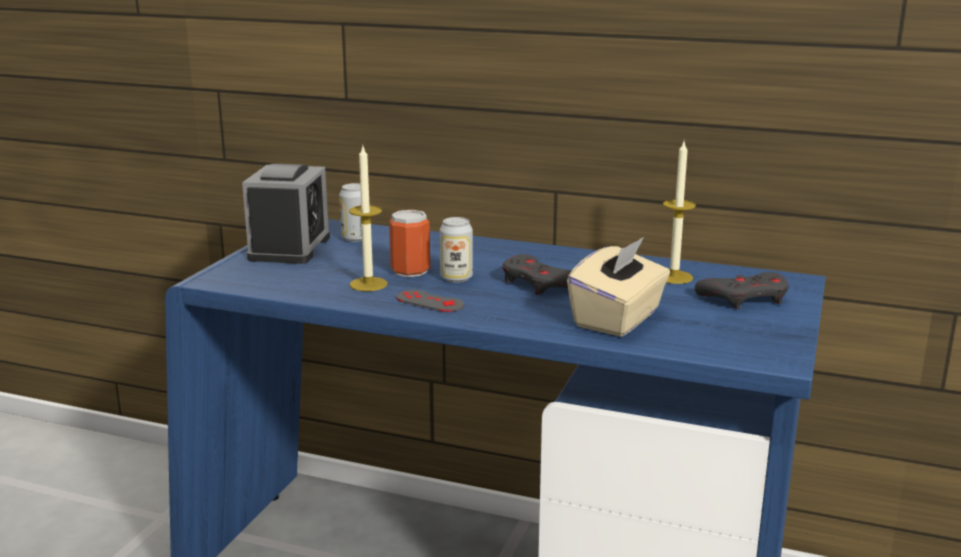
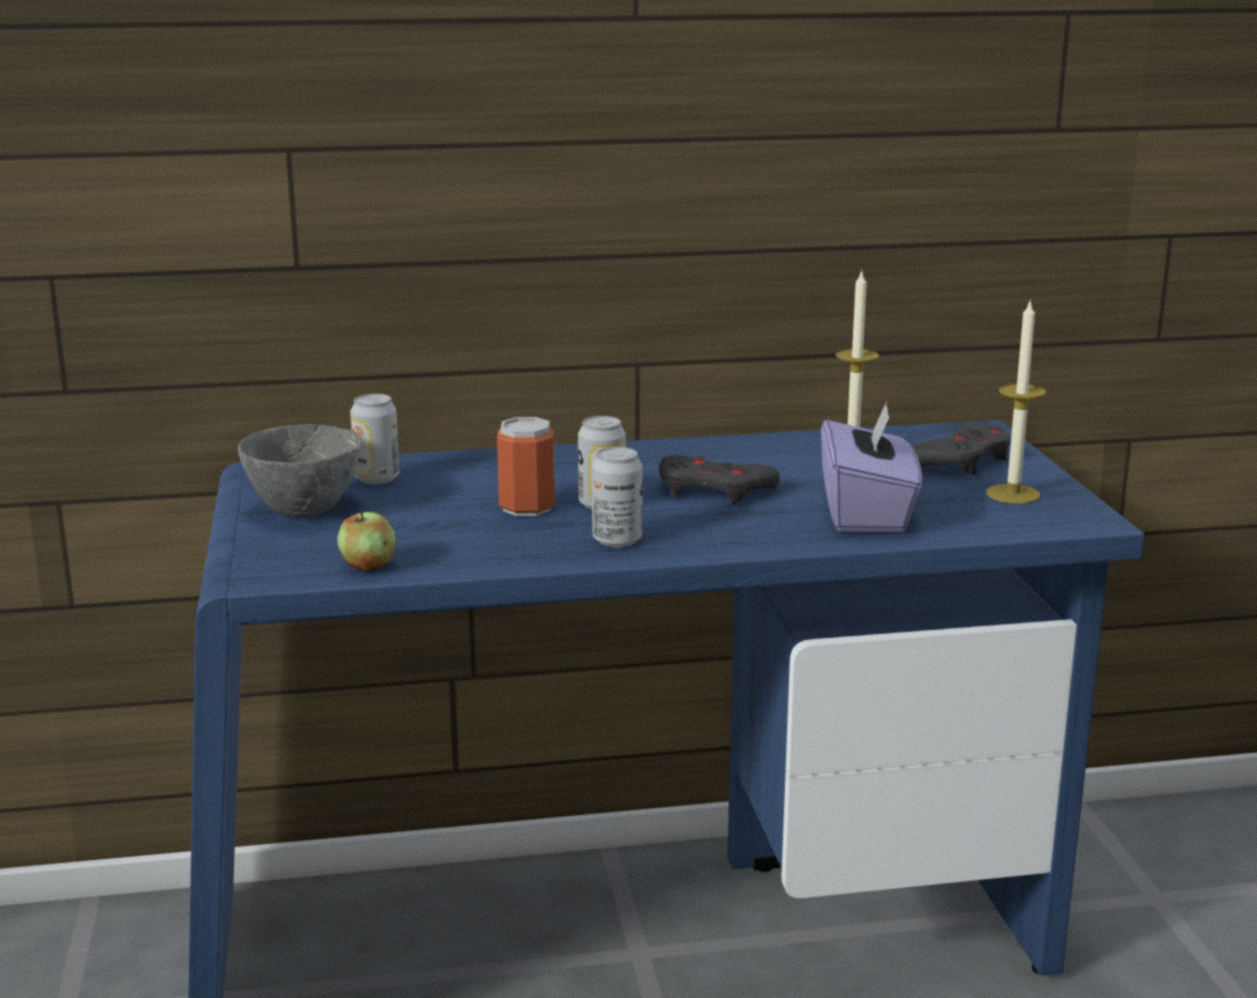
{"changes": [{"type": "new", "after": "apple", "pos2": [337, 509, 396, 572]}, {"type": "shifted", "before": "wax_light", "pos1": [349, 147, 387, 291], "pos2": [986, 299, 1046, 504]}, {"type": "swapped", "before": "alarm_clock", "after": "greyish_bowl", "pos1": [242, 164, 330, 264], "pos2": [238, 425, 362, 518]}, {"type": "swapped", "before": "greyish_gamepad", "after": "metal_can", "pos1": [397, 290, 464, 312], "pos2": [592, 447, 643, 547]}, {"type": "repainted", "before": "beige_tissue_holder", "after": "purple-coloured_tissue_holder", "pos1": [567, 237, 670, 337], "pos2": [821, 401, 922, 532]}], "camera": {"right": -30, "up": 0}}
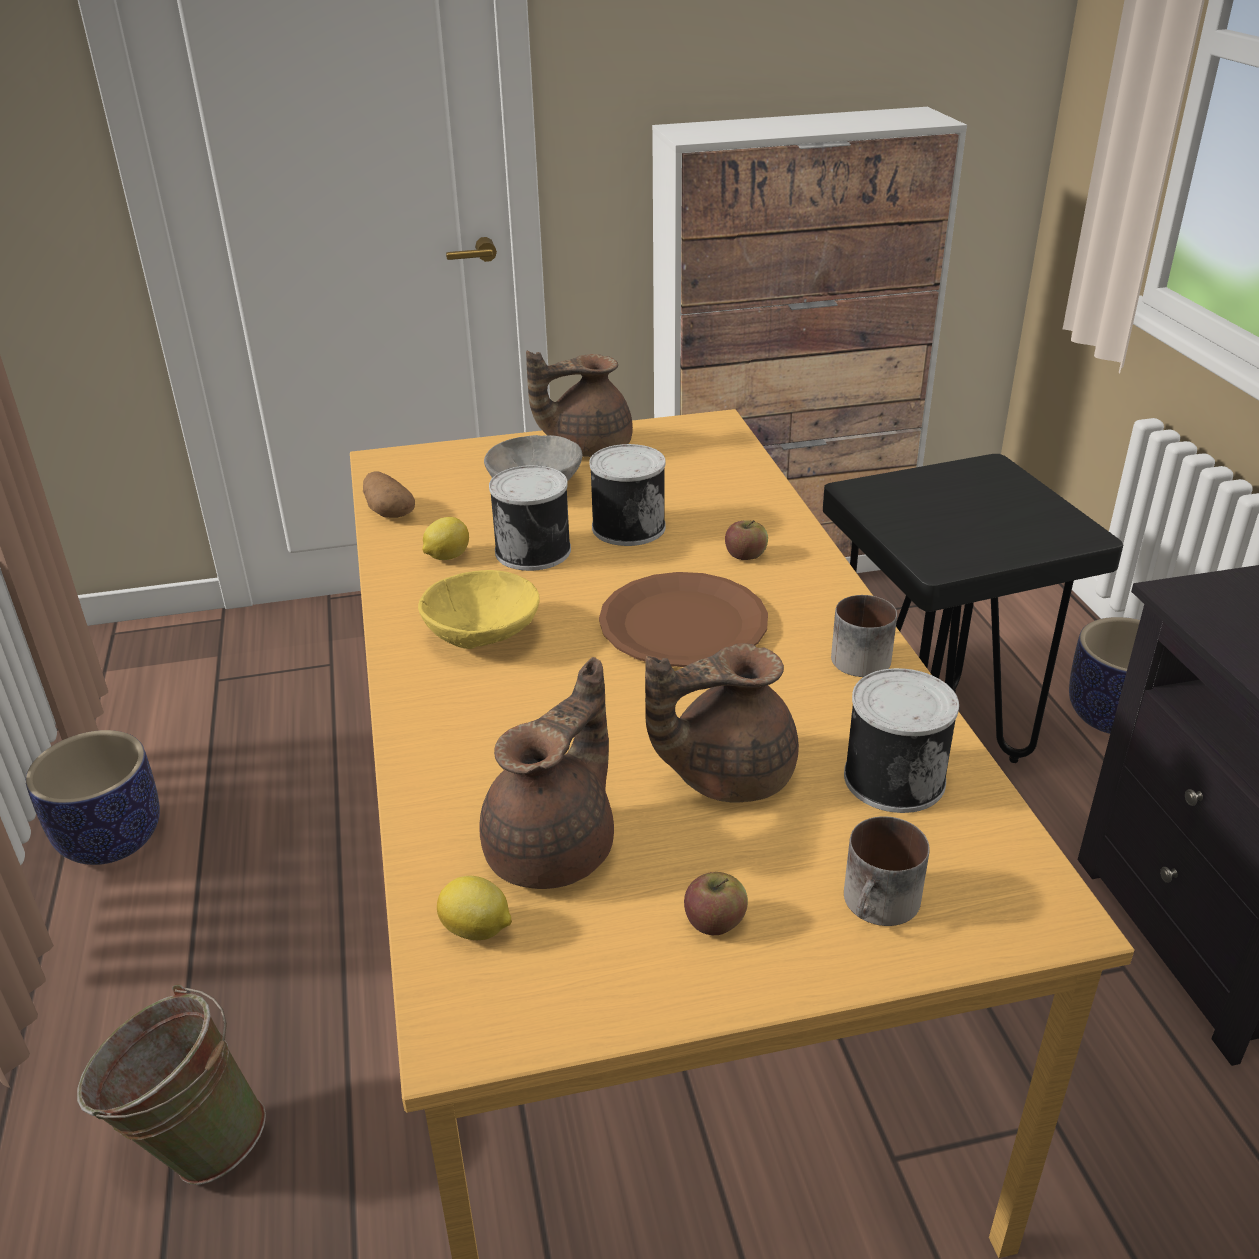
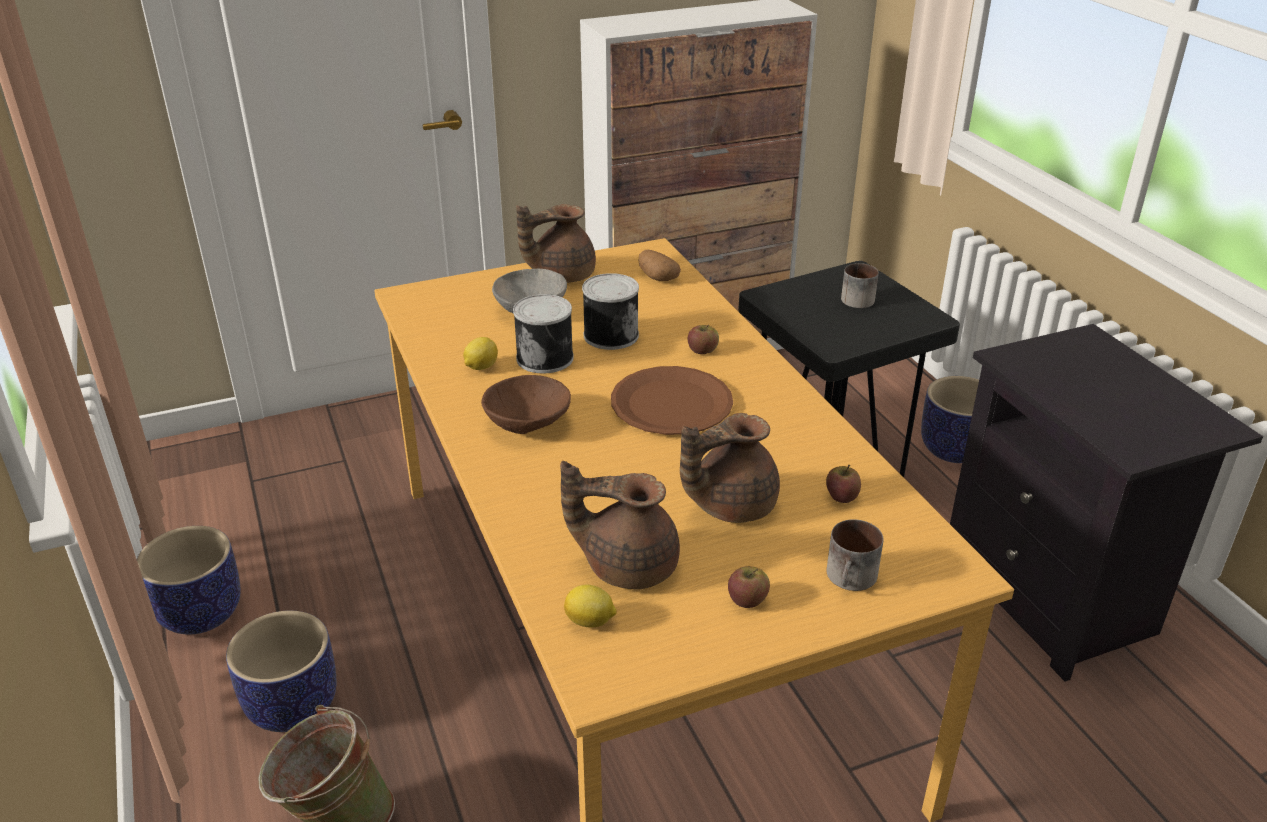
{"changes": [{"type": "new", "after": "flower_pot", "pos2": [226, 611, 337, 732]}, {"type": "shifted", "before": "potato", "pos1": [363, 472, 415, 518], "pos2": [639, 250, 681, 281]}, {"type": "shifted", "before": "tea_mug", "pos1": [831, 595, 897, 677], "pos2": [841, 263, 879, 308]}, {"type": "swapped", "before": "metal_can", "after": "apple", "pos1": [844, 668, 959, 813], "pos2": [826, 465, 861, 503]}, {"type": "repainted", "before": "yellowish_bowl", "after": "brownish_bowl", "pos1": [418, 570, 540, 649], "pos2": [481, 375, 571, 434]}, {"type": "rotated", "before": "brownish_teapot", "pos1": [479, 657, 614, 889], "pos2": [560, 461, 680, 589], "turn": -105}], "camera": {"right": -10, "up": 0}}
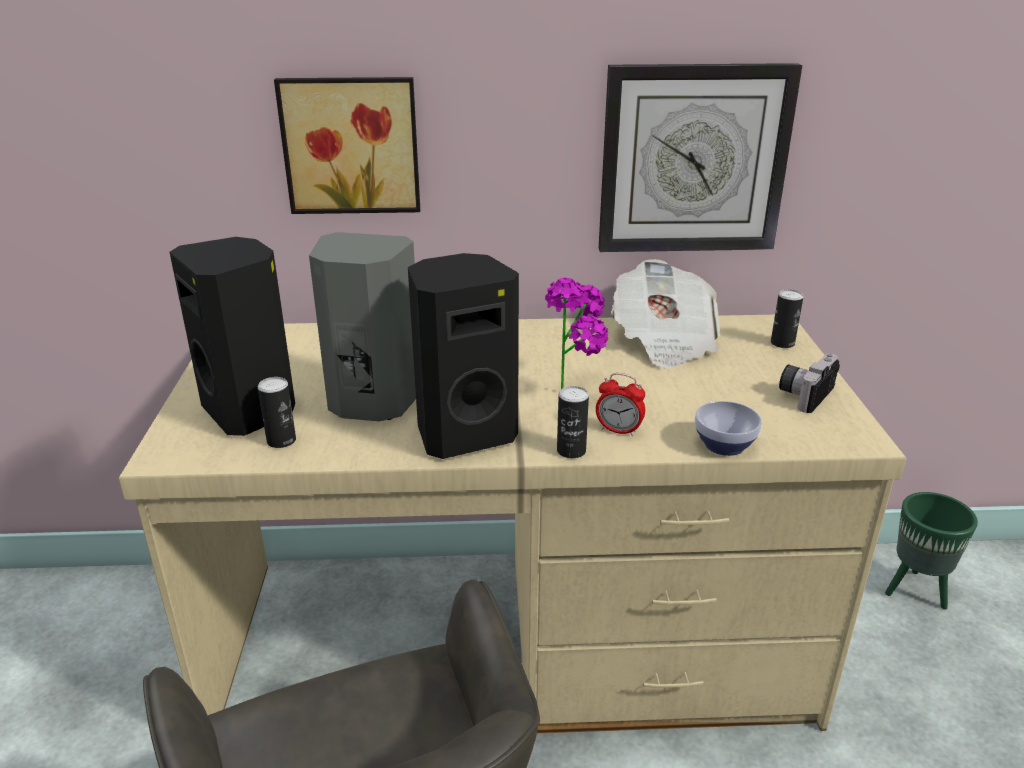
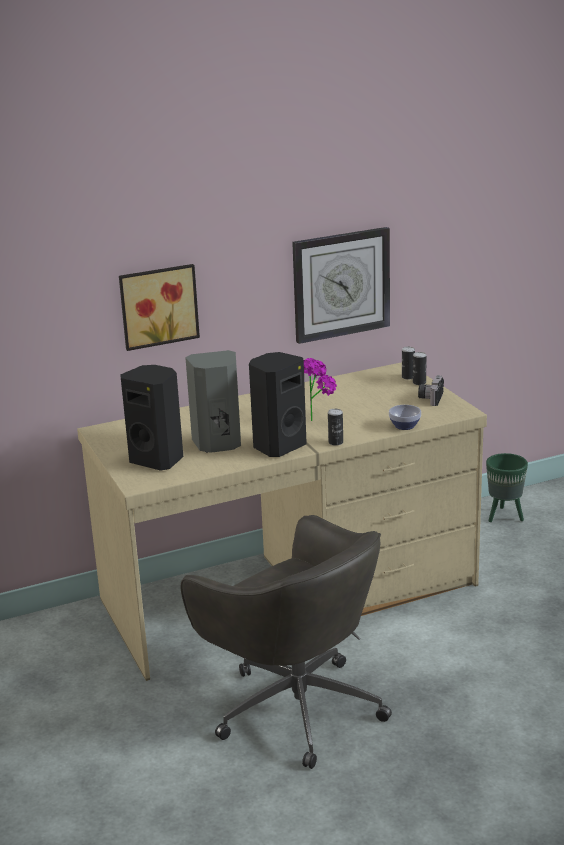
{"changes": [{"type": "gone", "before": "alarm_clock", "pos1": [596, 373, 645, 436]}, {"type": "gone", "before": "newspaper", "pos1": [611, 259, 720, 369]}, {"type": "shifted", "before": "metal_can", "pos1": [258, 377, 296, 448], "pos2": [413, 352, 426, 385]}], "camera": {"right": -20, "up": -5}}
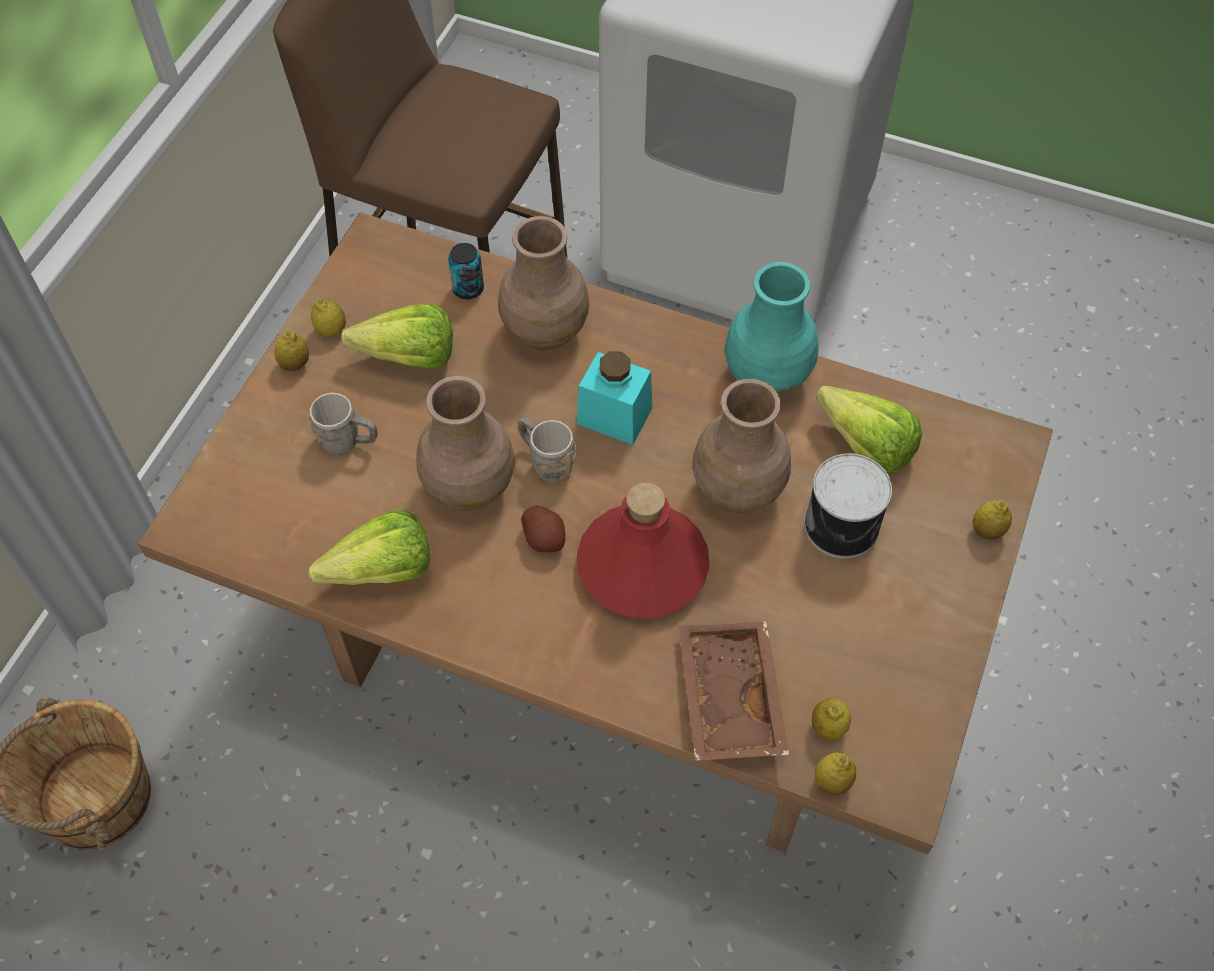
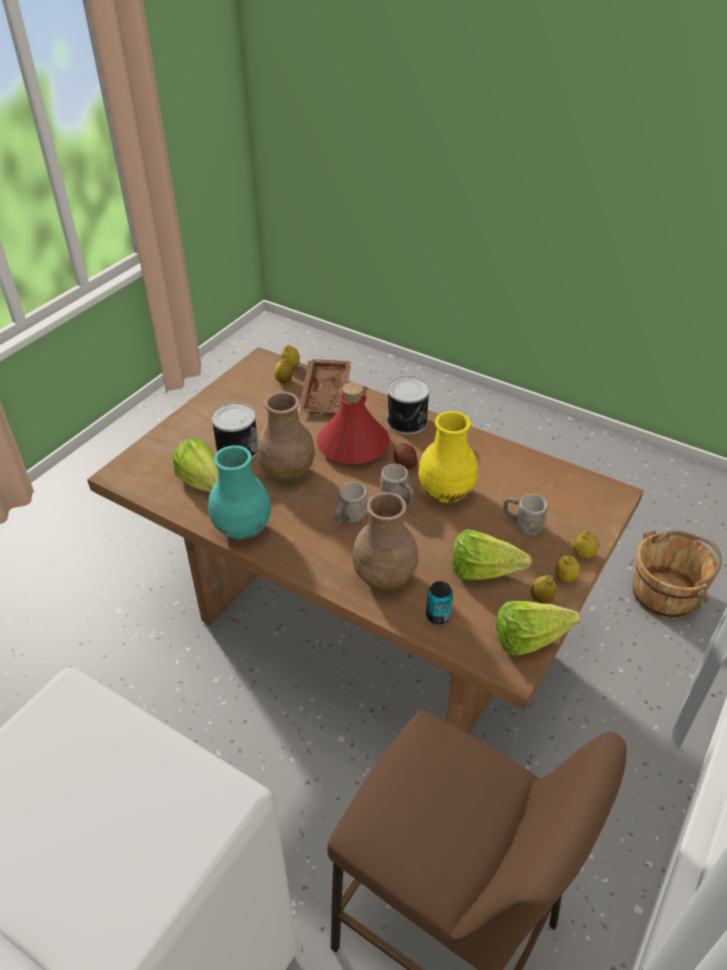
{"changes": [{"type": "new", "after": "metal_can", "pos2": [387, 376, 430, 435]}, {"type": "shifted", "before": "head_of_lettuce", "pos1": [308, 509, 430, 585], "pos2": [496, 601, 580, 655]}, {"type": "shifted", "before": "lemon", "pos1": [973, 500, 1012, 540], "pos2": [574, 531, 598, 558]}, {"type": "swapped", "before": "turquoise_storage_jar", "after": "greyish_tea_mug", "pos1": [577, 351, 652, 445], "pos2": [335, 482, 368, 524]}, {"type": "repainted", "before": "brownish_flower_vase", "after": "yellowish_flower_vase", "pos1": [416, 376, 515, 510], "pos2": [418, 411, 478, 503]}], "camera": {"right": -170, "up": -15}}
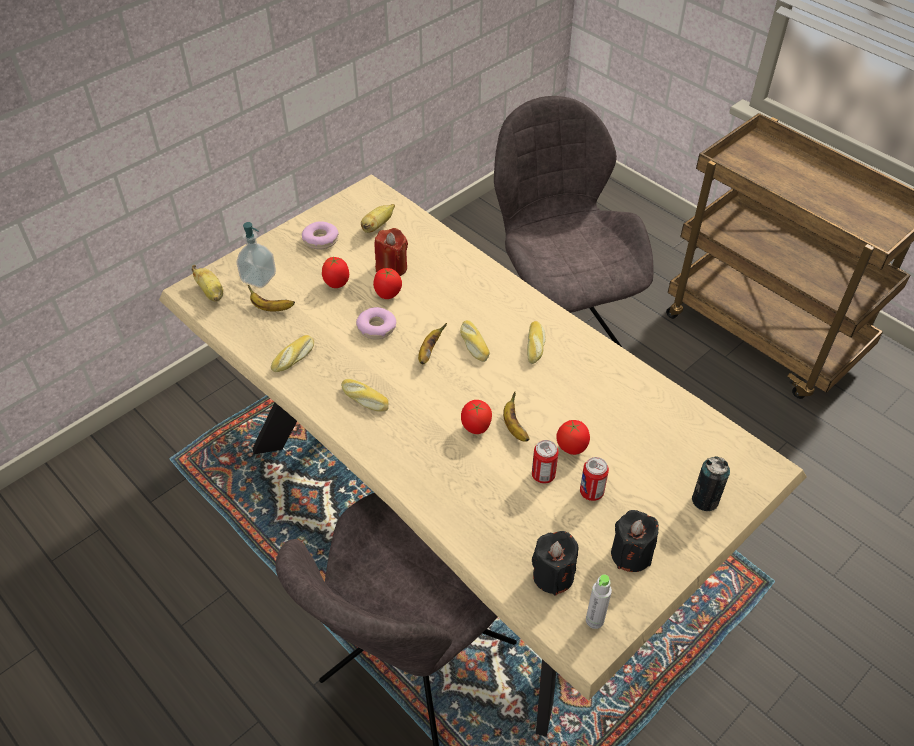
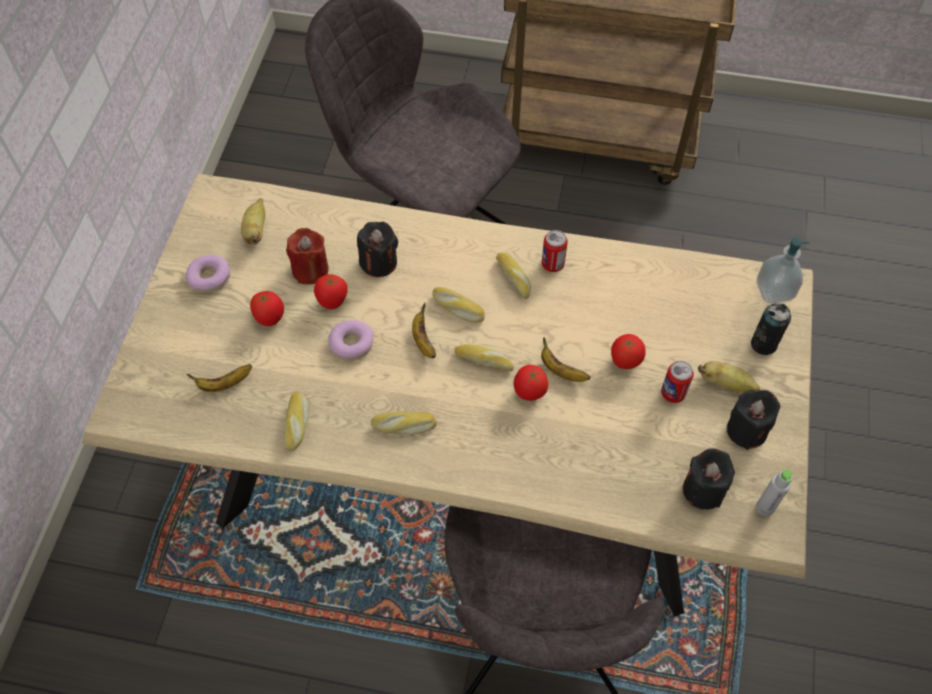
{"changes": [{"type": "new", "after": "black_wax_light", "pos2": [357, 222, 398, 277]}, {"type": "new", "after": "bakery_bread", "pos2": [454, 344, 514, 371]}, {"type": "shifted", "before": "banana_fruit", "pos1": [192, 265, 223, 301], "pos2": [698, 361, 760, 393]}, {"type": "shifted", "before": "liquid_soap_bottle", "pos1": [236, 222, 276, 288], "pos2": [756, 238, 809, 304]}, {"type": "shifted", "before": "metal_can", "pos1": [532, 440, 559, 484], "pos2": [542, 230, 568, 272]}], "camera": {"right": -35, "up": 10}}
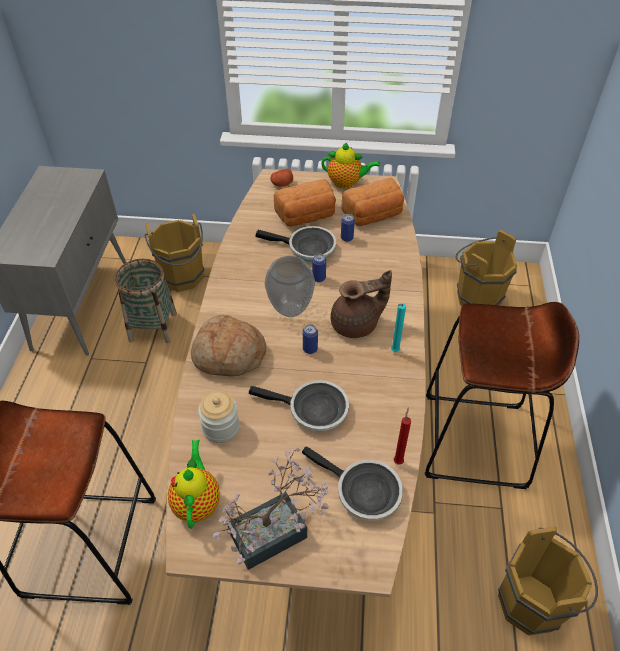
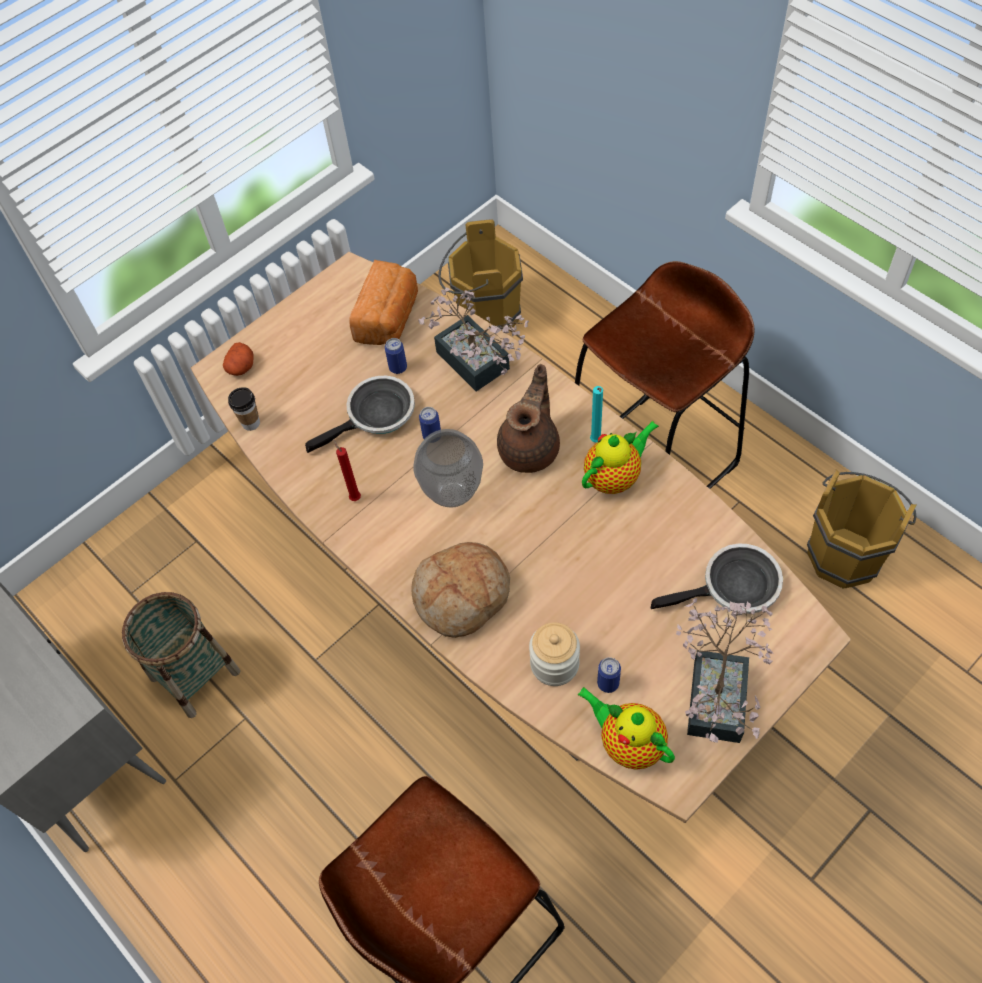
{"changes": [{"type": "gone", "before": "brownish_bucket", "pos1": [144, 214, 204, 292]}, {"type": "gone", "before": "frying_pan", "pos1": [249, 380, 349, 431]}, {"type": "gone", "before": "bakery_bread", "pos1": [274, 179, 336, 226]}, {"type": "new", "after": "cup", "pos2": [228, 387, 260, 431]}, {"type": "new", "after": "houseplant", "pos2": [418, 288, 529, 391]}, {"type": "shifted", "before": "metal_can", "pos1": [303, 324, 318, 354], "pos2": [597, 657, 621, 693]}, {"type": "shifted", "before": "teapot", "pos1": [321, 143, 380, 189], "pos2": [582, 421, 659, 494]}, {"type": "shifted", "before": "reddish_wax_light", "pos1": [394, 407, 411, 464], "pos2": [333, 439, 361, 501]}], "camera": {"right": -45, "up": 10}}
